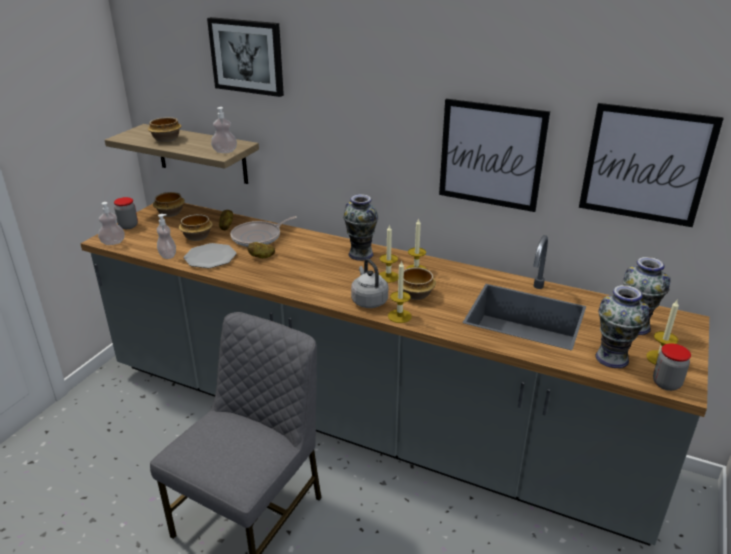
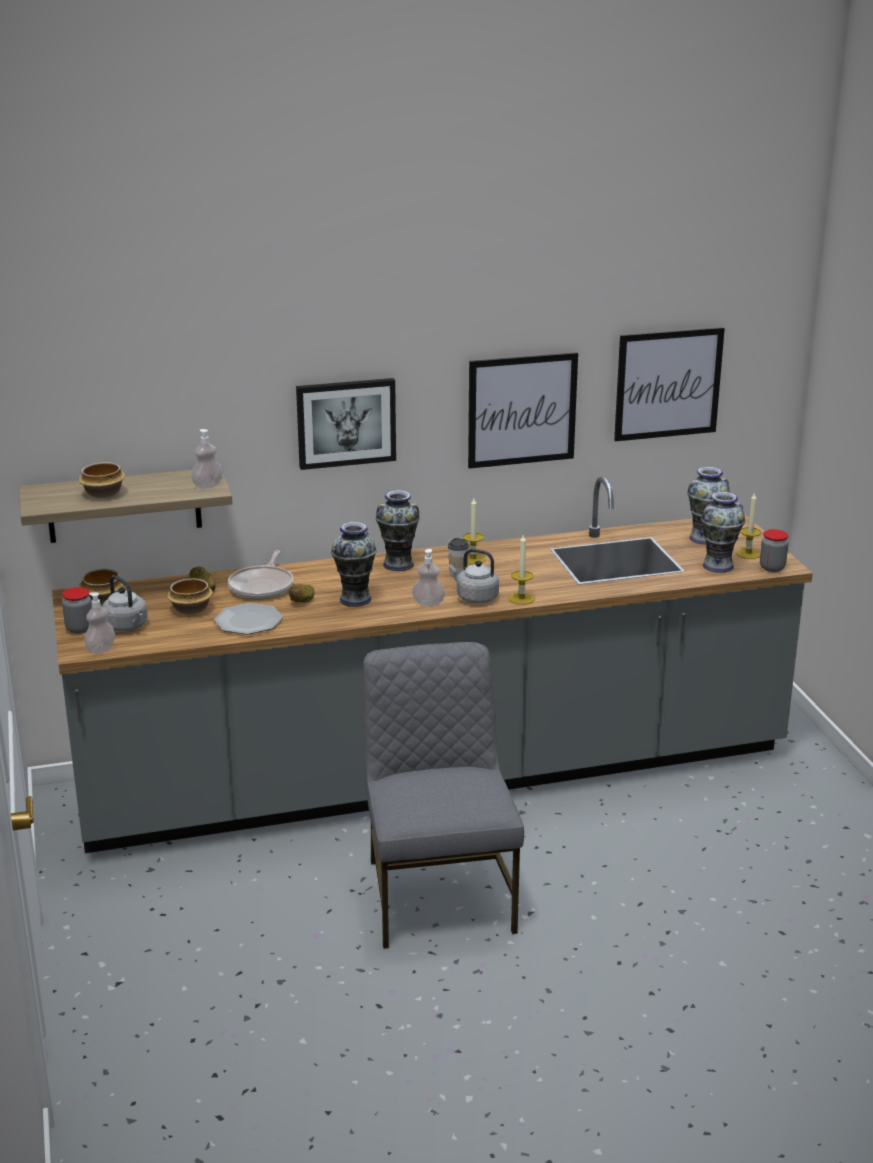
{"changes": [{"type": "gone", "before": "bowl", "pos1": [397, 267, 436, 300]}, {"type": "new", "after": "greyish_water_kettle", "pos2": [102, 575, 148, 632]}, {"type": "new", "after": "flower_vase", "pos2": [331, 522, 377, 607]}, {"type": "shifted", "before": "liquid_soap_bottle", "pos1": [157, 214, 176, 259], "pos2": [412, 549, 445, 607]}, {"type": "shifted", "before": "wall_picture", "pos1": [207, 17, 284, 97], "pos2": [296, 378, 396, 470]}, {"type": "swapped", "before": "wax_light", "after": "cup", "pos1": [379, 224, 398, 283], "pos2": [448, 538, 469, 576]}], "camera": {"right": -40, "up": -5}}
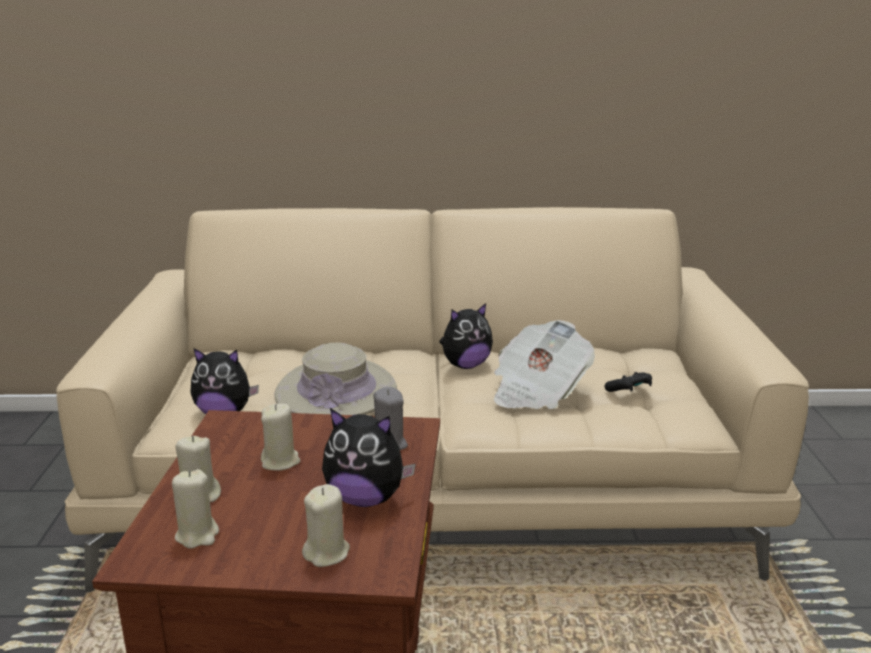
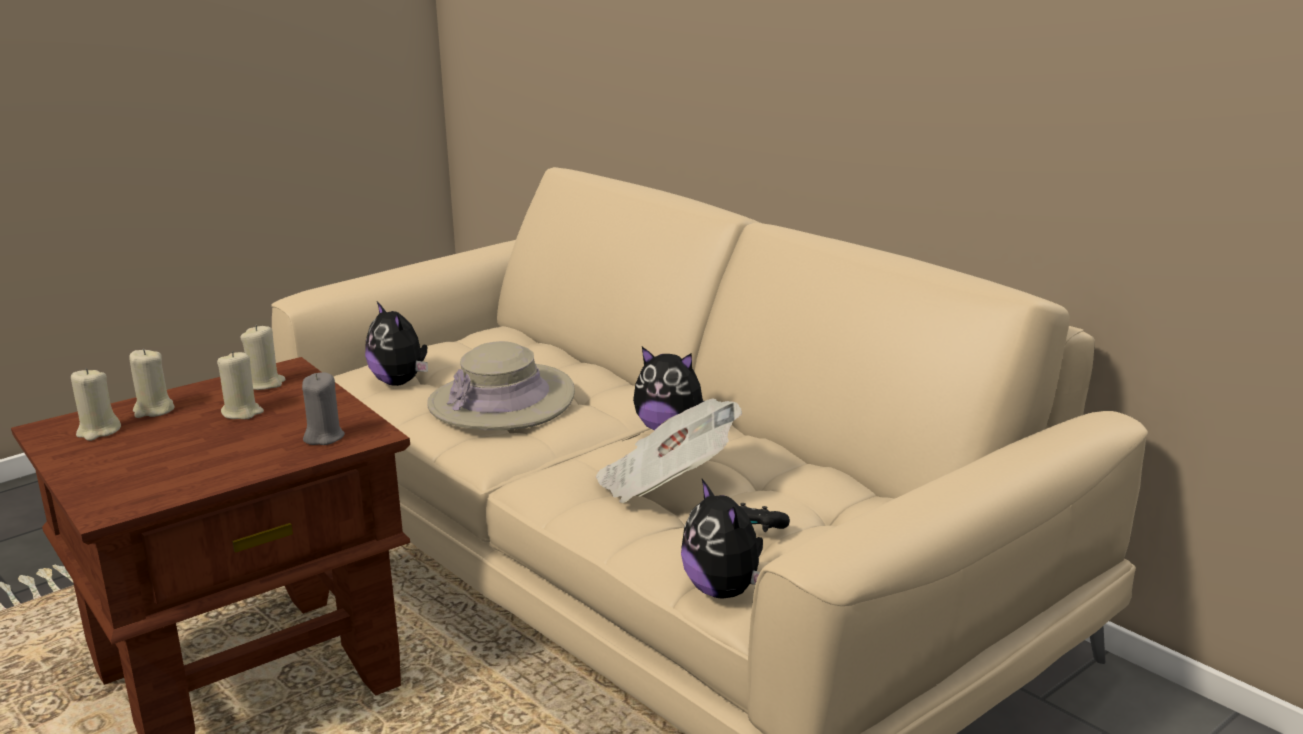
{"changes": [{"type": "shifted", "before": "beige_wax_light", "pos1": [302, 484, 350, 567], "pos2": [241, 325, 286, 390]}, {"type": "shifted", "before": "soft_toy", "pos1": [322, 408, 416, 507], "pos2": [681, 479, 763, 599]}], "camera": {"right": 50, "up": 0}}
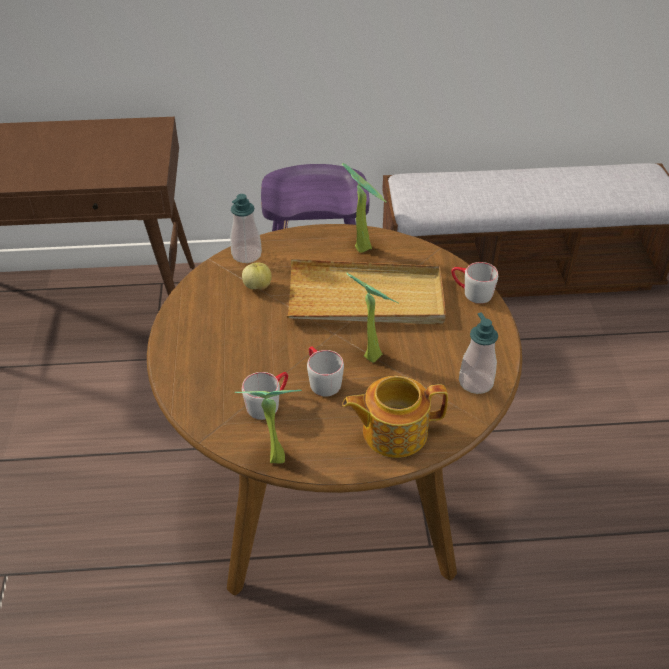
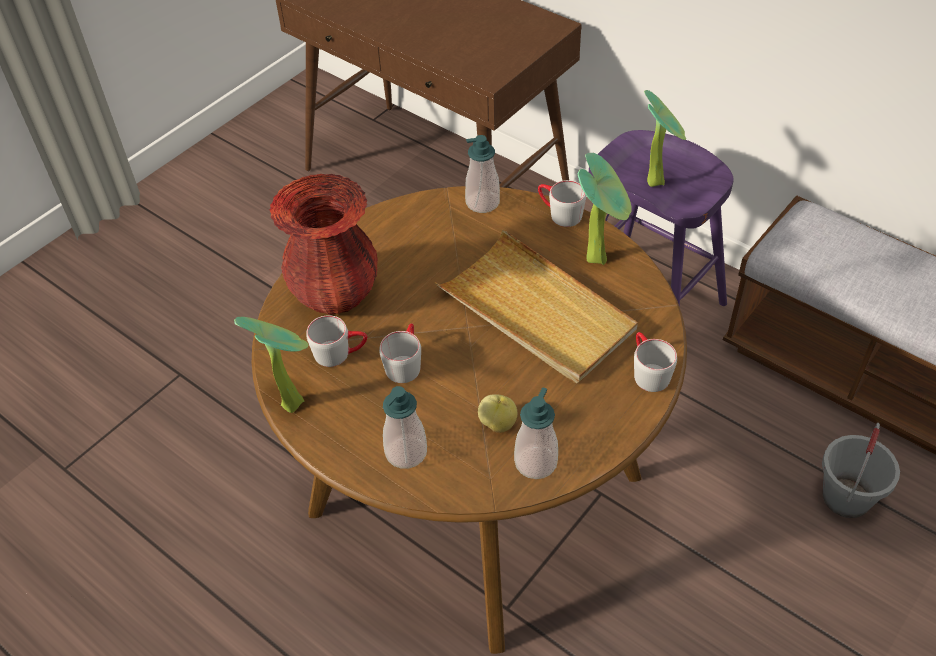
{"changes": [{"type": "new", "after": "reddish_flower_vase", "pos2": [269, 174, 378, 315]}, {"type": "new", "after": "greyish_tea_mug", "pos2": [538, 180, 586, 227]}, {"type": "new", "after": "greyish_bucket", "pos2": [822, 423, 900, 518]}, {"type": "shifted", "before": "apple", "pos1": [242, 262, 272, 290], "pos2": [478, 394, 517, 433]}, {"type": "shifted", "before": "houseplant", "pos1": [346, 272, 398, 363], "pos2": [644, 90, 686, 187]}, {"type": "swapped", "before": "teapot", "after": "liquid_soap_bottle", "pos1": [342, 376, 448, 458], "pos2": [383, 386, 427, 469]}], "camera": {"right": 45, "up": 5}}
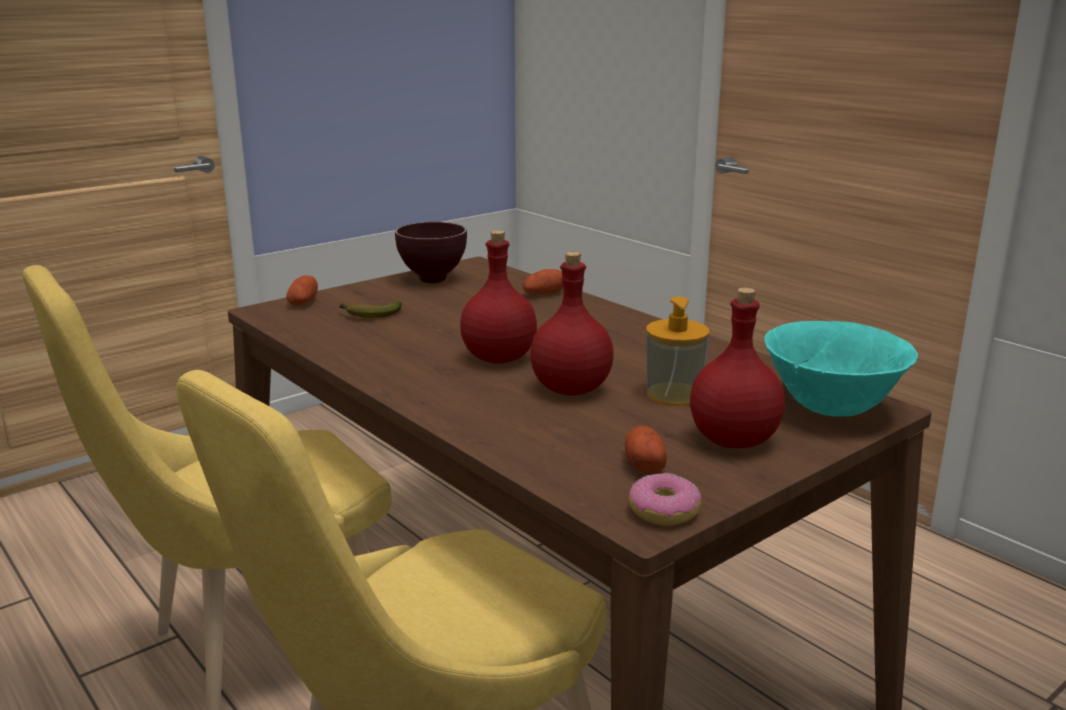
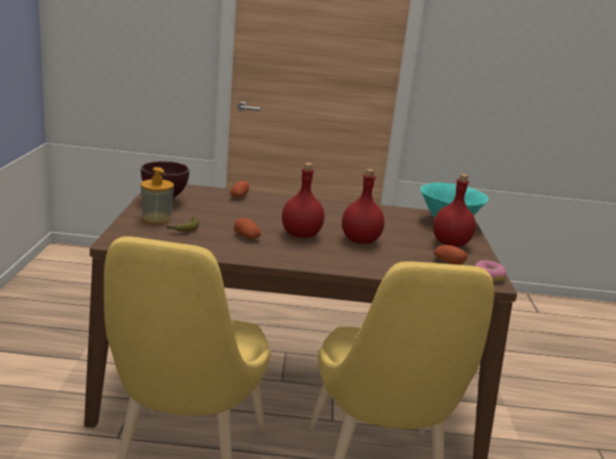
{"changes": [{"type": "shifted", "before": "potato", "pos1": [286, 275, 318, 305], "pos2": [234, 218, 261, 239]}, {"type": "shifted", "before": "liquid_soap_bottle", "pos1": [646, 296, 709, 406], "pos2": [141, 167, 174, 223]}], "camera": {"right": -50, "up": 0}}
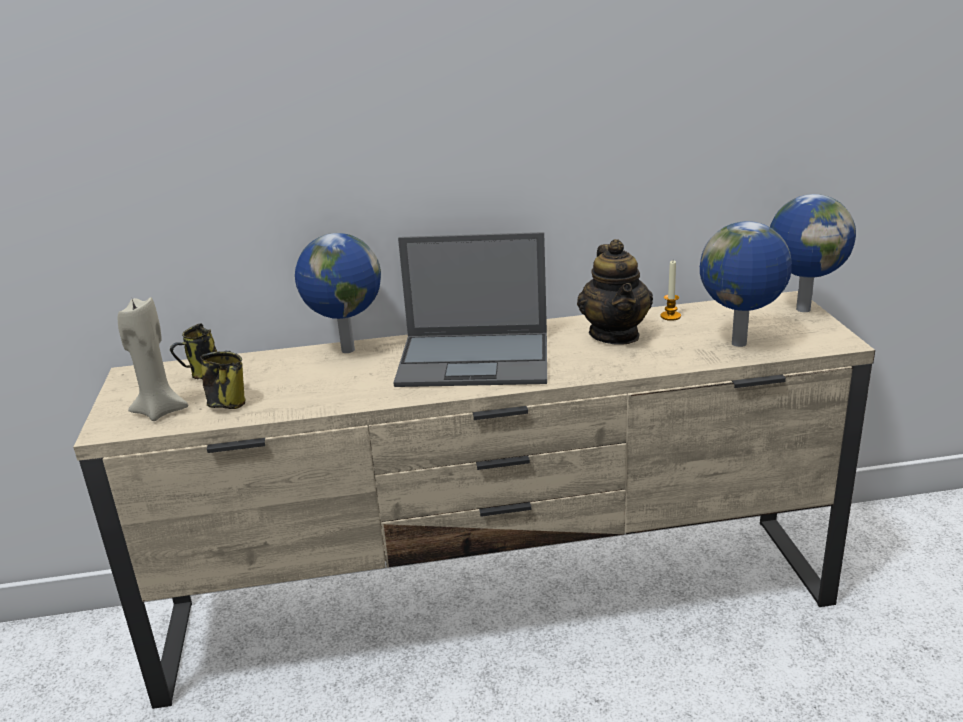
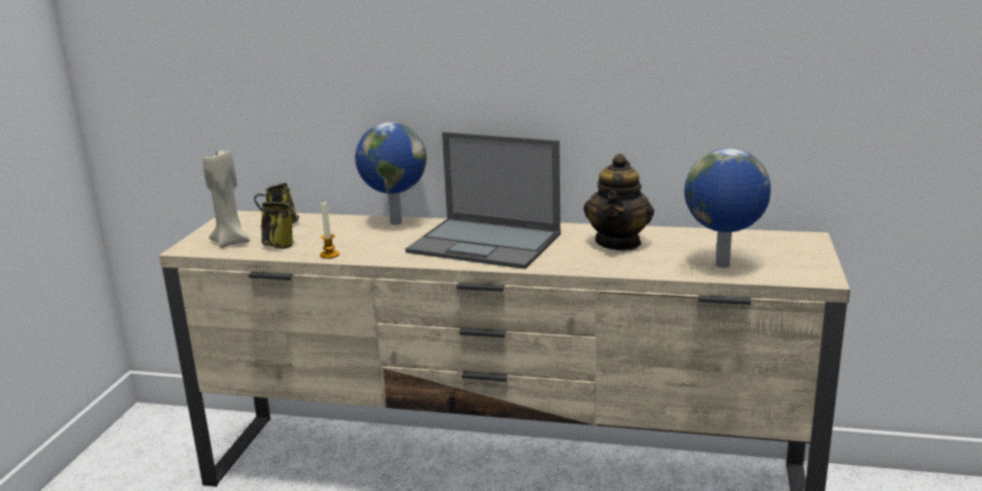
{"changes": [{"type": "gone", "before": "globe", "pos1": [770, 194, 856, 312]}, {"type": "shifted", "before": "wax_light", "pos1": [660, 260, 681, 321], "pos2": [320, 202, 339, 259]}], "camera": {"right": 20, "up": -5}}
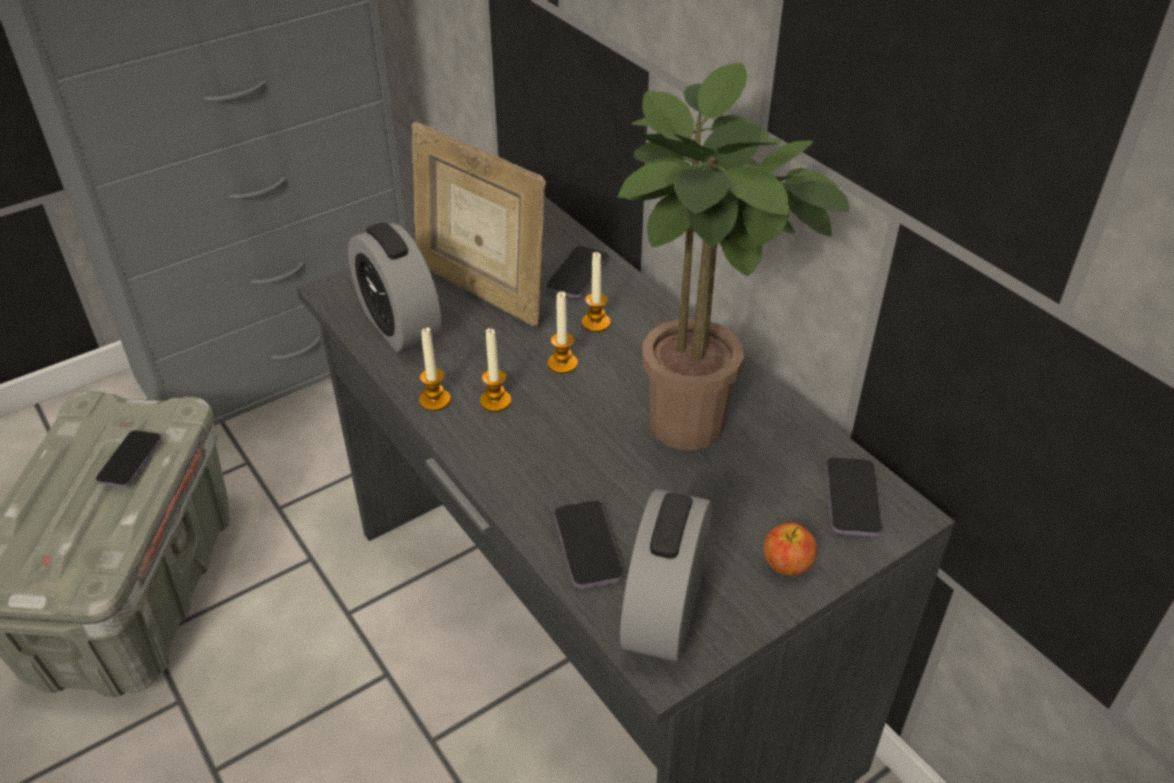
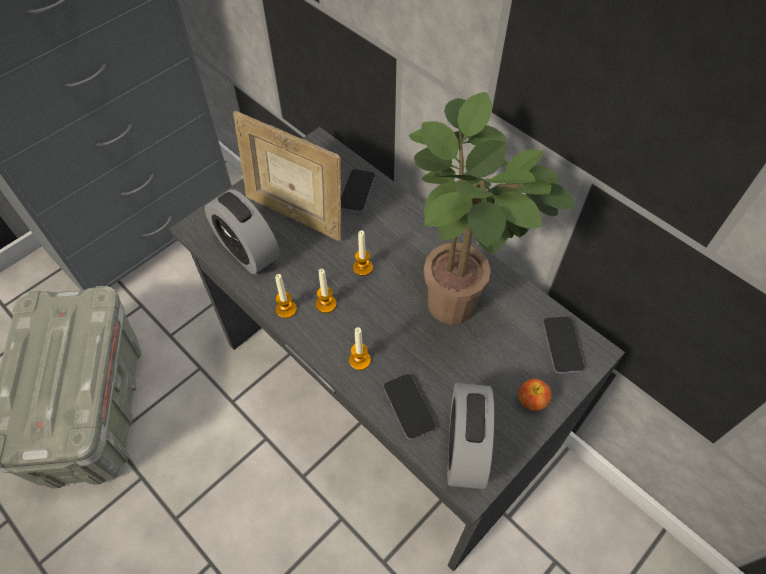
{"changes": [{"type": "gone", "before": "handset", "pos1": [96, 430, 162, 487]}, {"type": "shifted", "before": "wax_light", "pos1": [582, 252, 611, 332], "pos2": [349, 327, 371, 370]}], "camera": {"right": -10, "up": 15}}
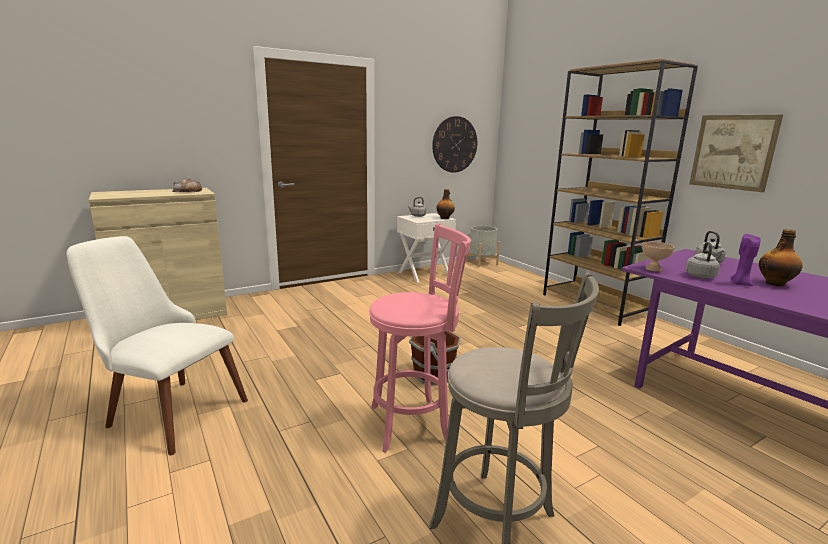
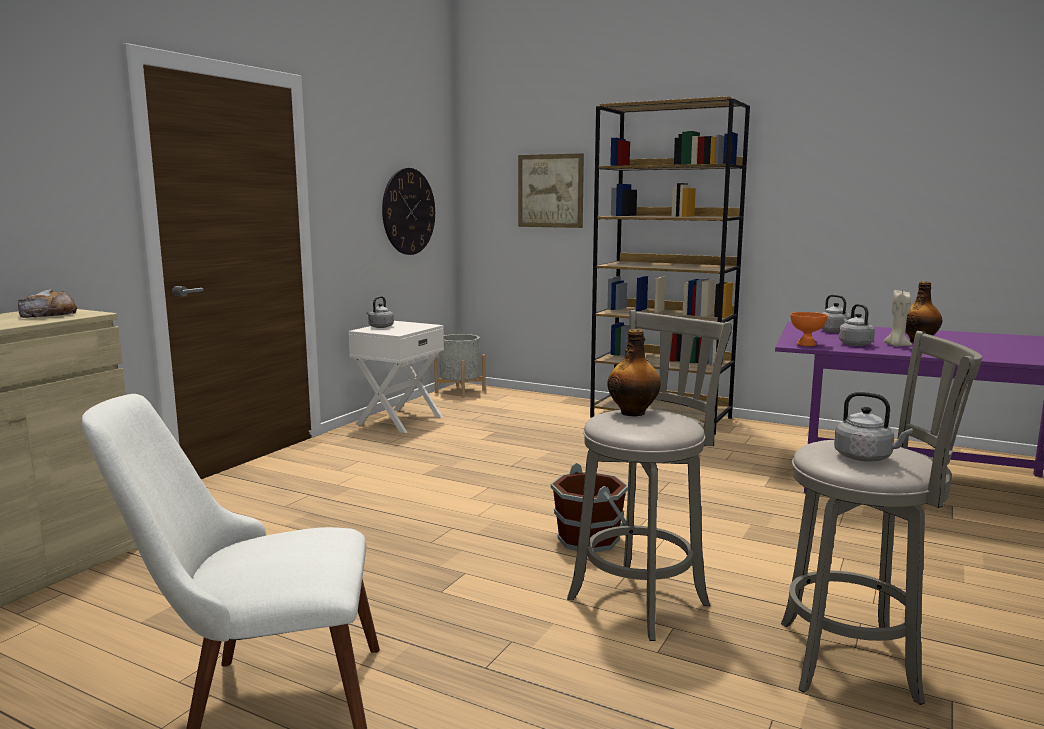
{"changes": [{"type": "new", "after": "greyish_water_kettle", "pos2": [834, 392, 913, 462]}, {"type": "shifted", "before": "beverage_bottle", "pos1": [436, 189, 455, 219], "pos2": [607, 329, 661, 416]}, {"type": "shifted", "before": "wall_picture", "pos1": [689, 115, 783, 192], "pos2": [518, 153, 584, 228]}, {"type": "repainted", "before": "pink_sitting_stool", "after": "greyish_sitting_stool", "pos1": [369, 223, 471, 453], "pos2": [567, 310, 732, 641]}, {"type": "repainted", "before": "beige_bowl", "after": "orange-coloured_bowl", "pos1": [642, 242, 675, 272], "pos2": [790, 312, 828, 346]}, {"type": "repainted", "before": "purple-coloured_wax_light", "after": "beige_wax_light", "pos1": [731, 234, 761, 286], "pos2": [884, 290, 912, 347]}], "camera": {"right": -30, "up": -5}}
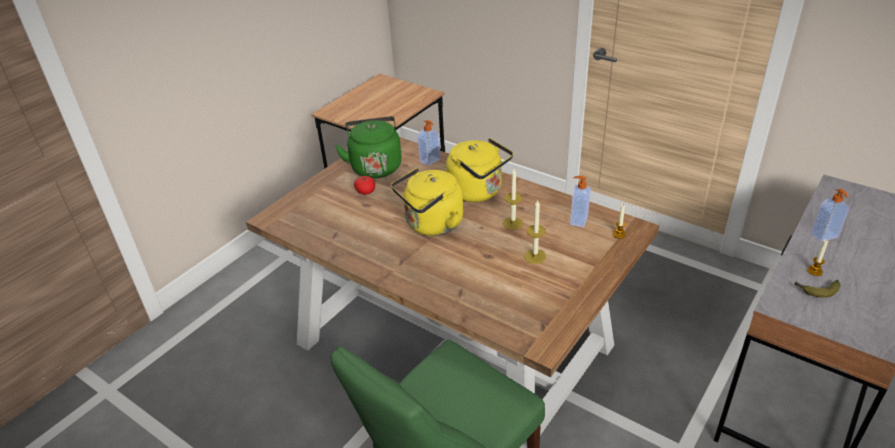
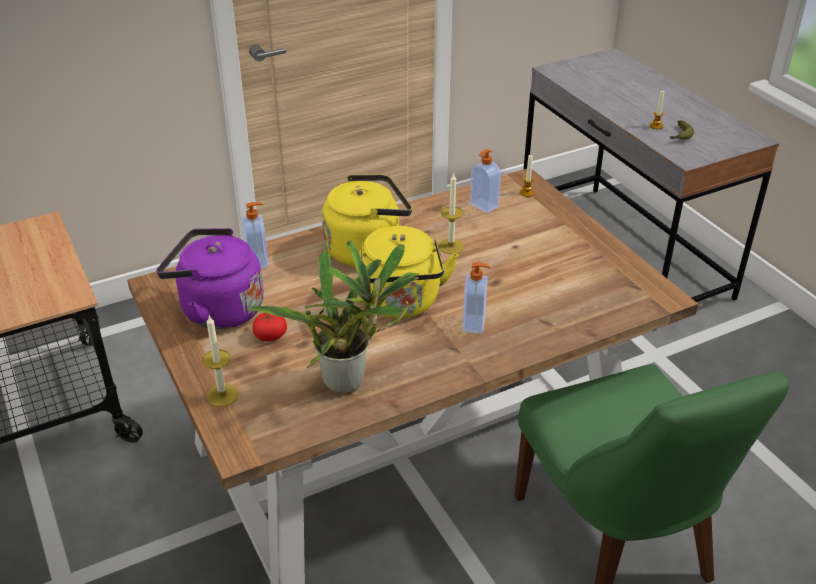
{"changes": [{"type": "new", "after": "houseplant", "pos2": [249, 240, 420, 393]}, {"type": "shifted", "before": "wax_light", "pos1": [524, 199, 546, 264], "pos2": [202, 316, 238, 407]}, {"type": "shifted", "before": "liquid_soap_bottle", "pos1": [811, 189, 849, 242], "pos2": [462, 262, 490, 334]}, {"type": "repainted", "before": "green-coloured_water_kettle", "after": "purple-coloured_water_kettle", "pos1": [335, 116, 402, 178], "pos2": [156, 228, 264, 329]}], "camera": {"right": -65, "up": 0}}
